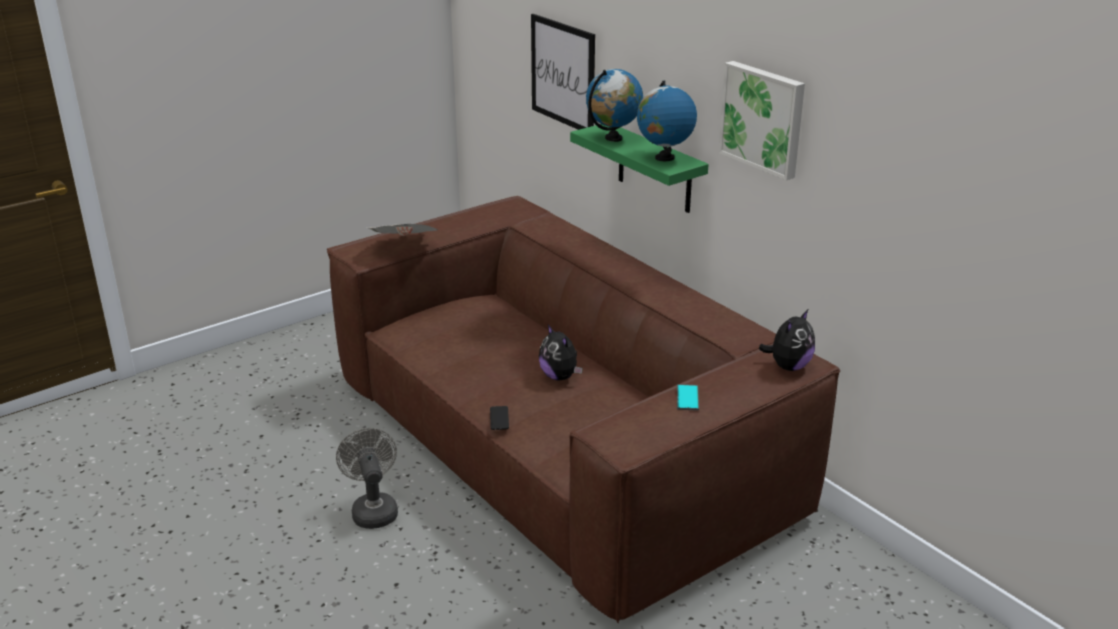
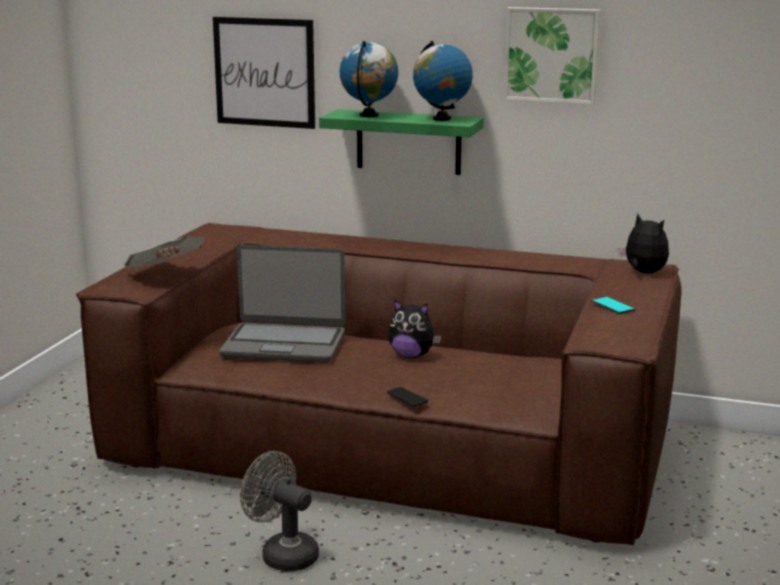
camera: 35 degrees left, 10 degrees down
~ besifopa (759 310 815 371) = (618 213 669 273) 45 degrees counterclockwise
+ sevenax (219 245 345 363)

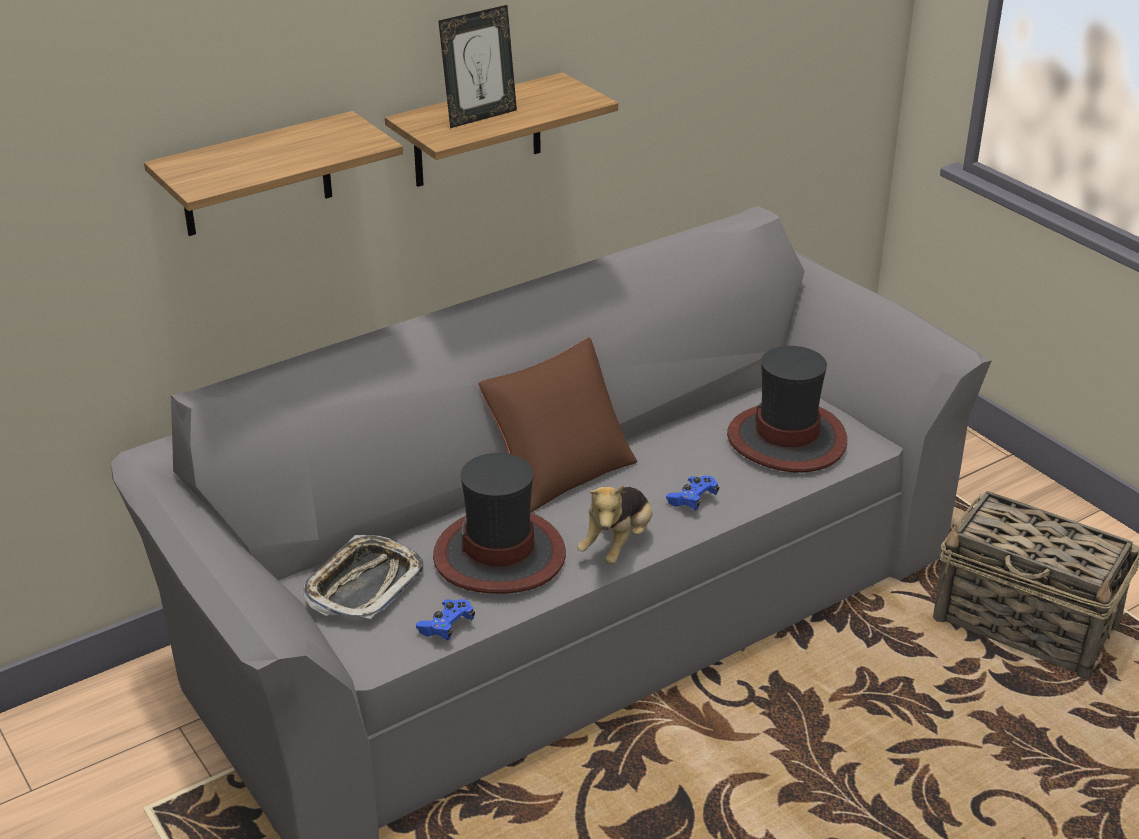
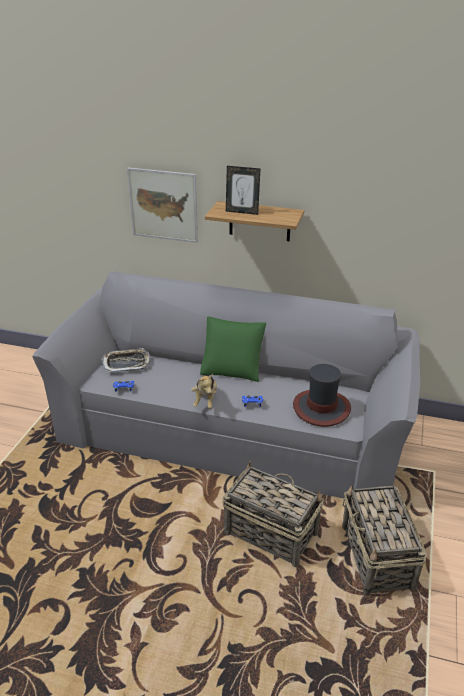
camera: 50 degrees right, 0 degrees up
~ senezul (144 111 403 236) to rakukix (127 168 198 243)
~ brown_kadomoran (478 337 637 512) to green_kadomoran (200 316 266 382)
- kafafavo (433 453 566 594)
~ besifopa (577 485 653 564) = (191 374 217 409) 75 degrees counterclockwise
+ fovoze (222 461 324 567)

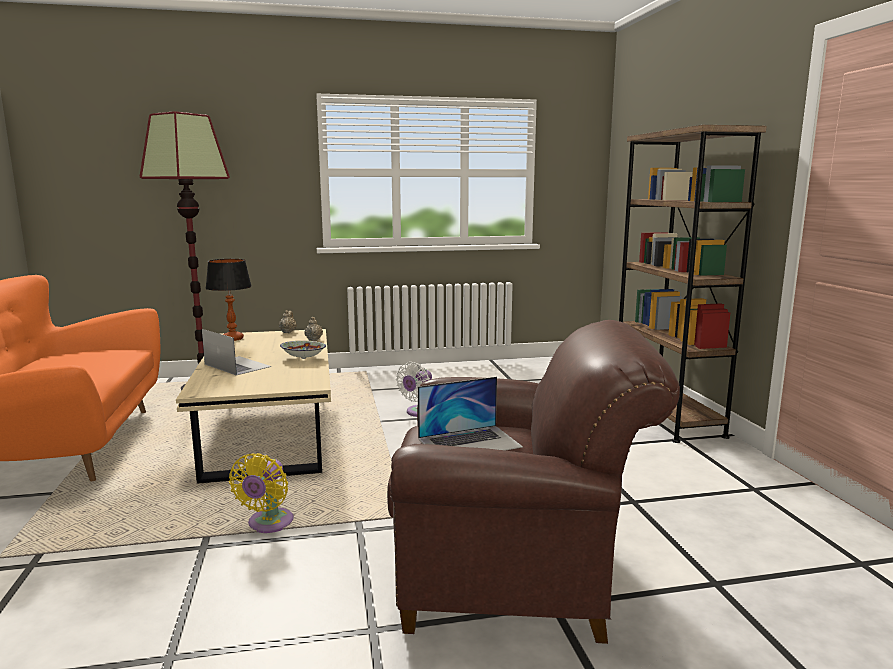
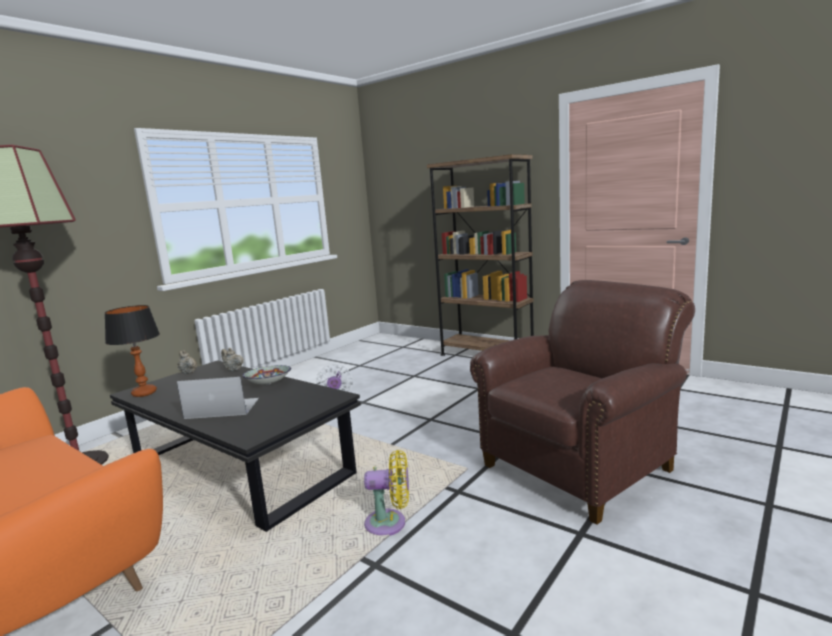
camera: 40 degrees left, 0 degrees up
~ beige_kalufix (176 329 331 484) to black_kalufix (110 360 361 532)
- sevenax (418 377 523 450)
~ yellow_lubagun (229 453 294 533) = (364 450 409 536) 60 degrees counterclockwise

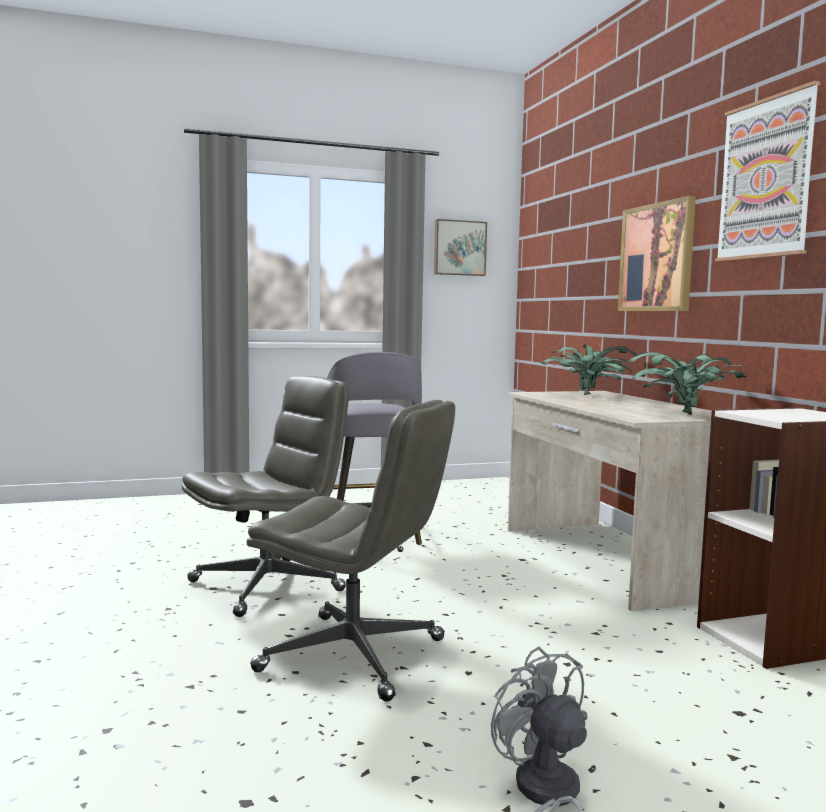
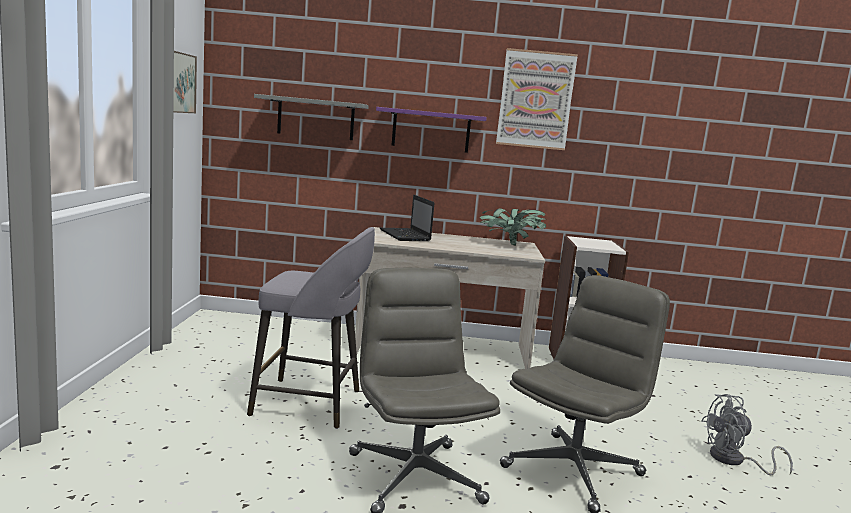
camera: 70 degrees left, 5 degrees up
~ rakukix (618 196 696 311) to purple_senezul (376 107 487 153)
~ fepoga (541 344 637 395) to sevenax (380 195 434 241)
+ grey_senezul (254 94 369 140)

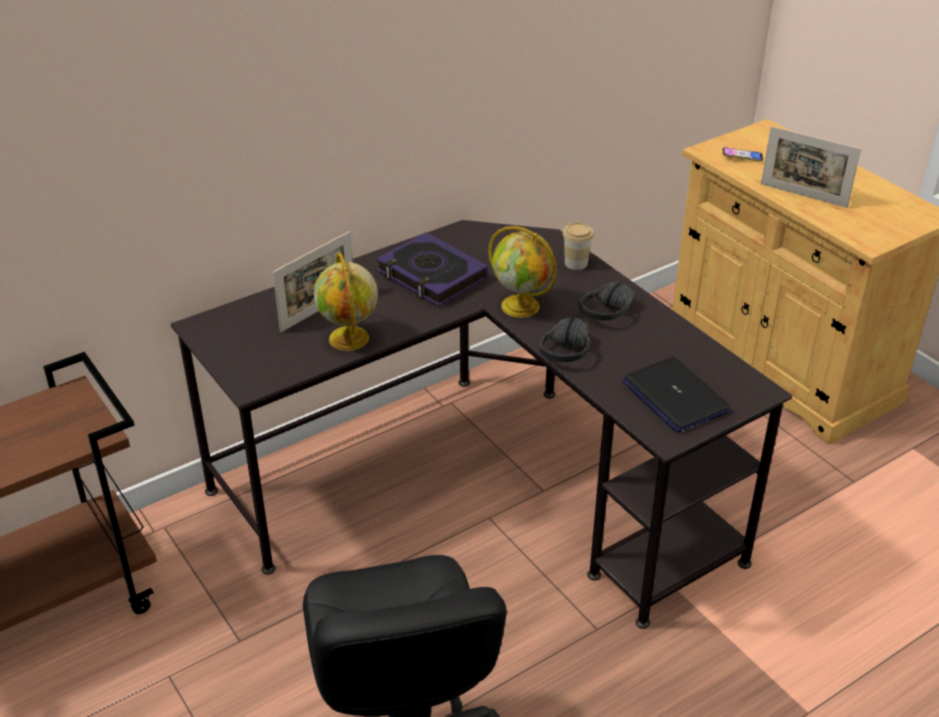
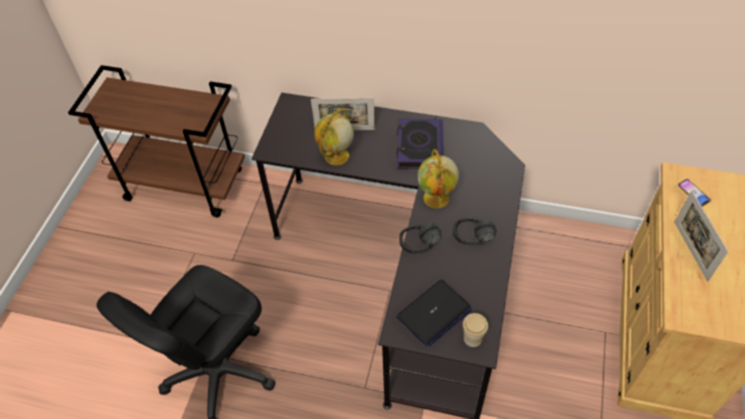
camera: 50 degrees right, 15 degrees up
~ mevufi (563 222 594 270) to (463 313 488 347)
~ sevenax (622 357 731 433) = (396 279 472 347) 150 degrees counterclockwise

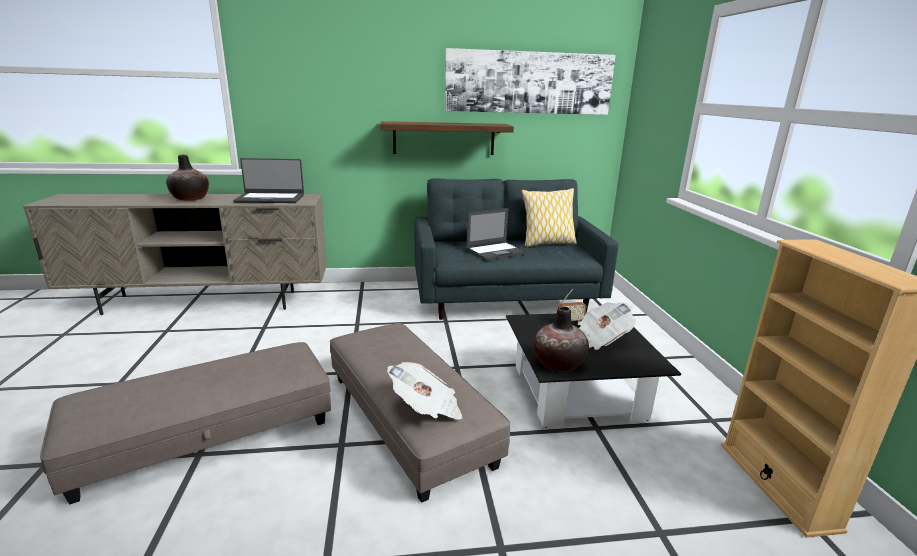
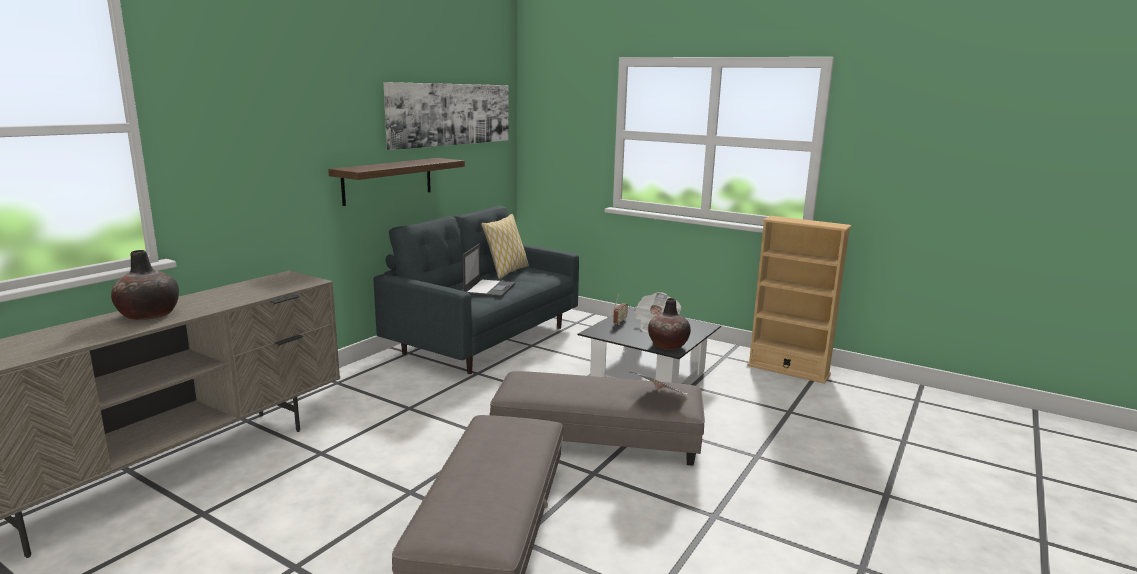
camera: 50 degrees left, 5 degrees down
- sevenax (233 158 304 203)

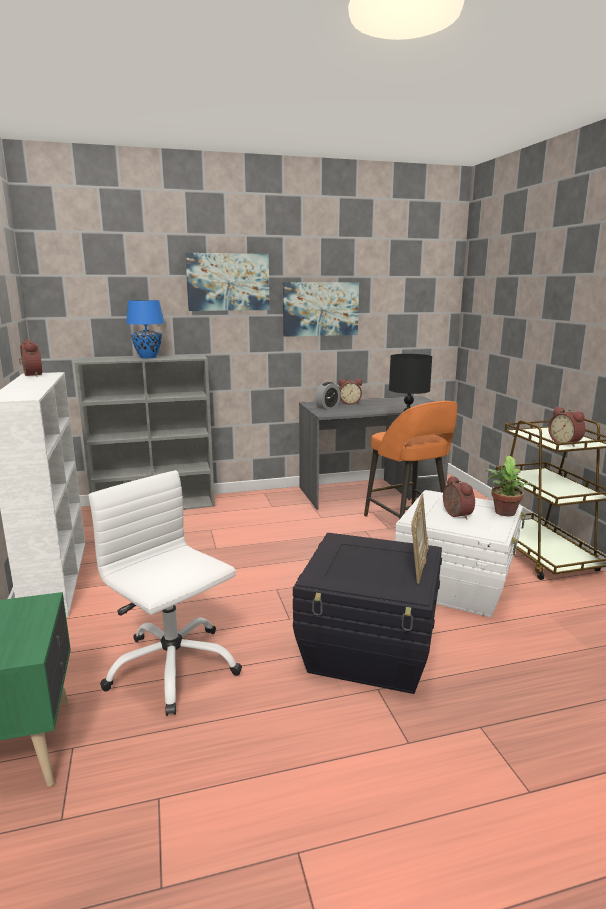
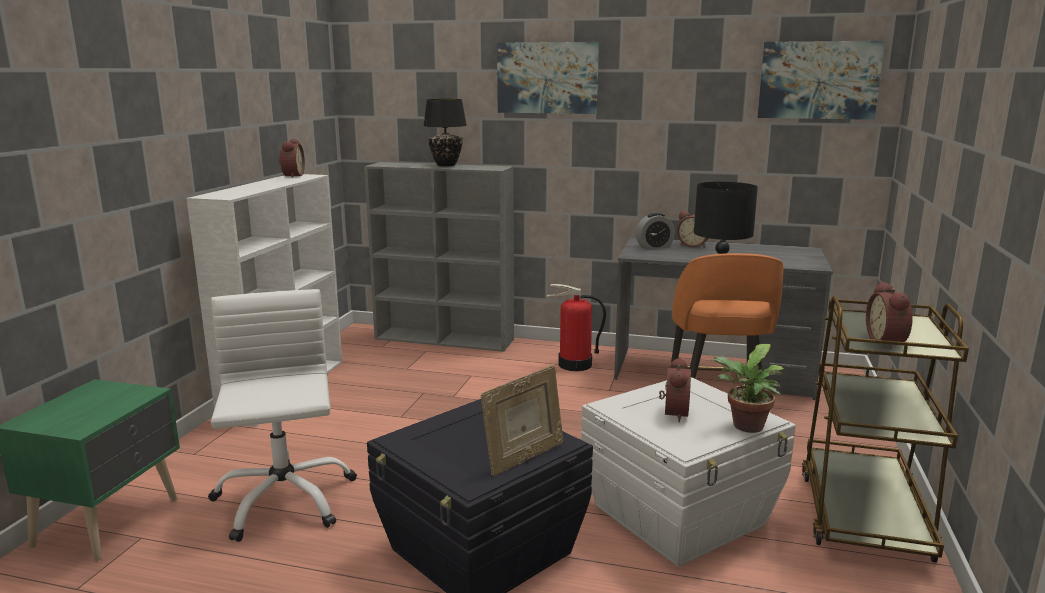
camera: 30 degrees right, 0 degrees up
~ rakukix (283 282 359 337) to (757 41 885 120)
~ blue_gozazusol (126 300 164 358) to black_gozazusol (423 99 467 166)
+ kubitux (546 284 606 371)

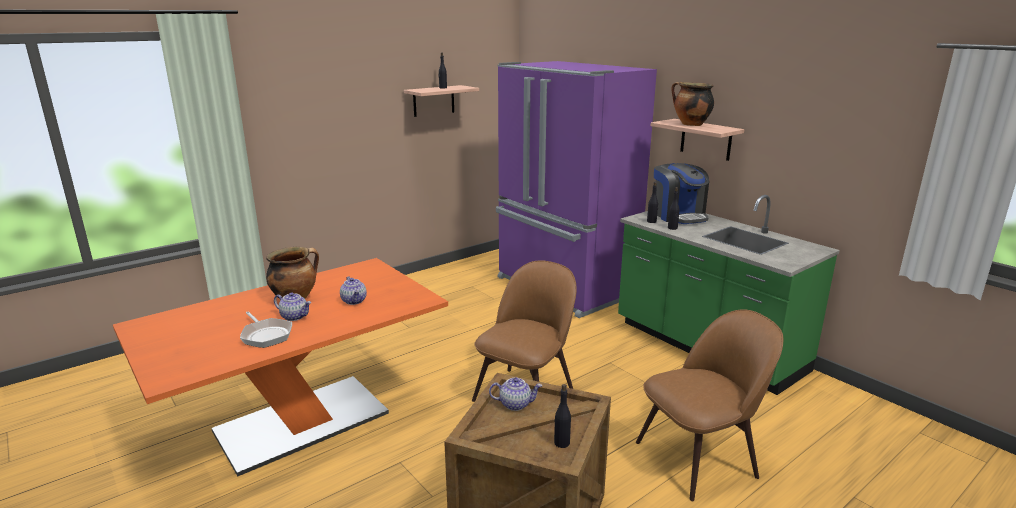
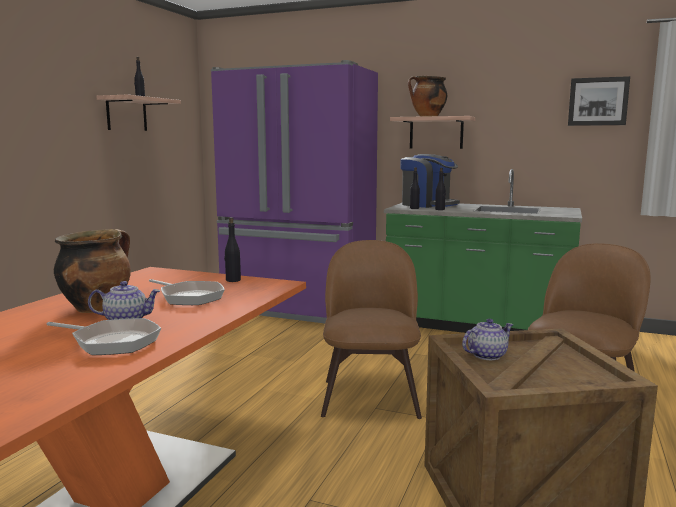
camera: 30 degrees left, 10 degrees down
~ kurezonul (340 276 367 305) to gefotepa (149 279 225 305)
~ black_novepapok (554 384 571 448) to (224 217 241 282)
+ rakukix (568 76 630 126)

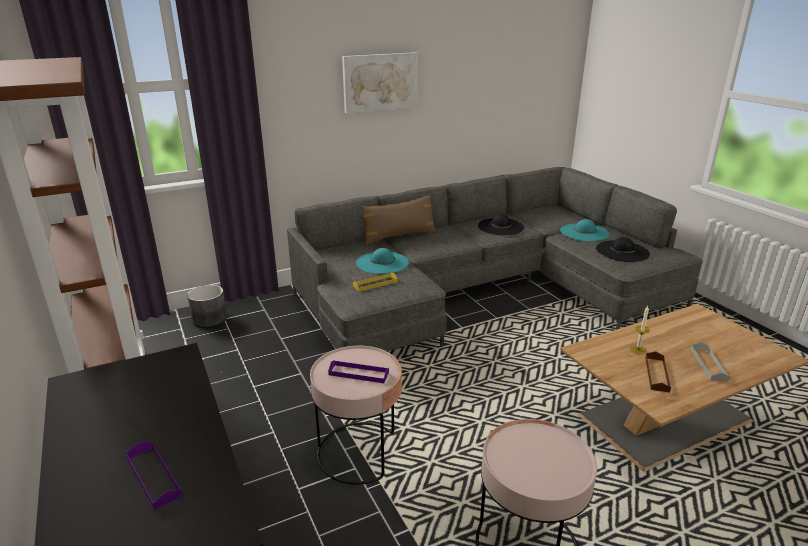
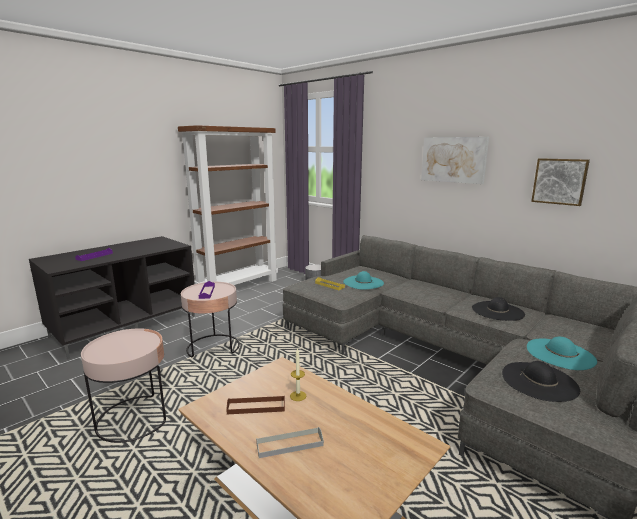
camera: 70 degrees right, 10 degrees down
- brown_kadomoran (360 195 437 245)
+ rakukix (531 158 590 206)

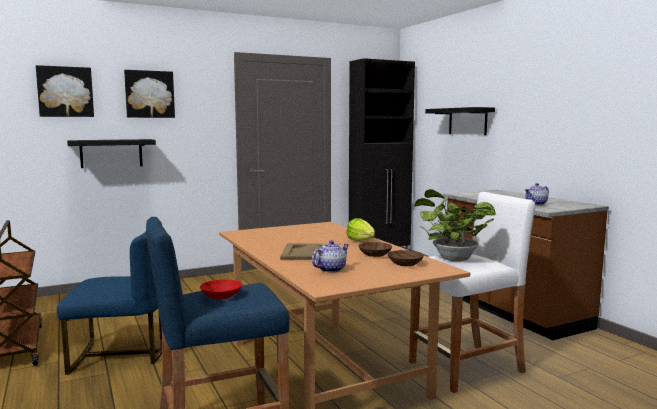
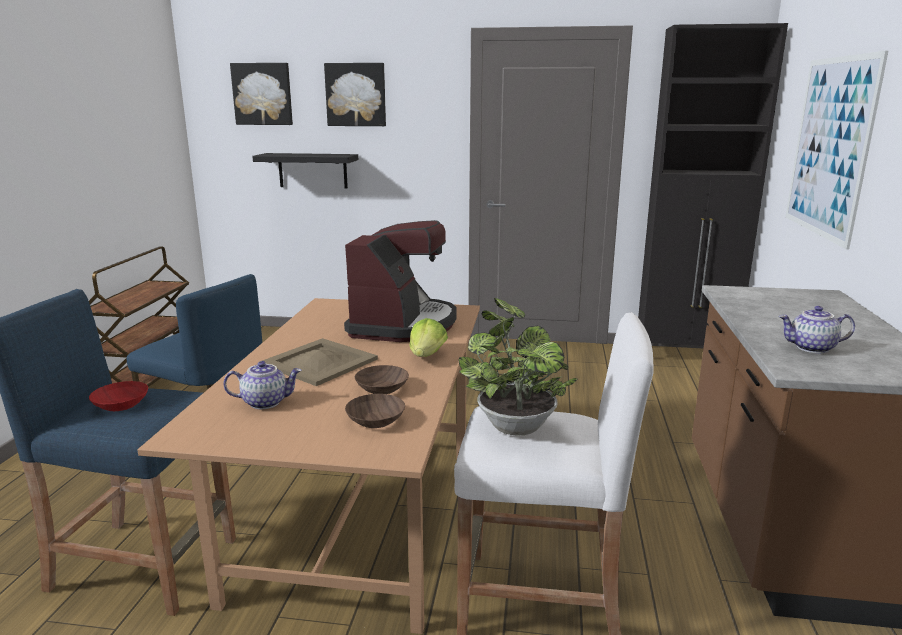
camera: 35 degrees right, 10 degrees up
~ black_senezul (425 107 495 135) to rakukix (785 51 888 250)
+ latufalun (344 220 457 342)

